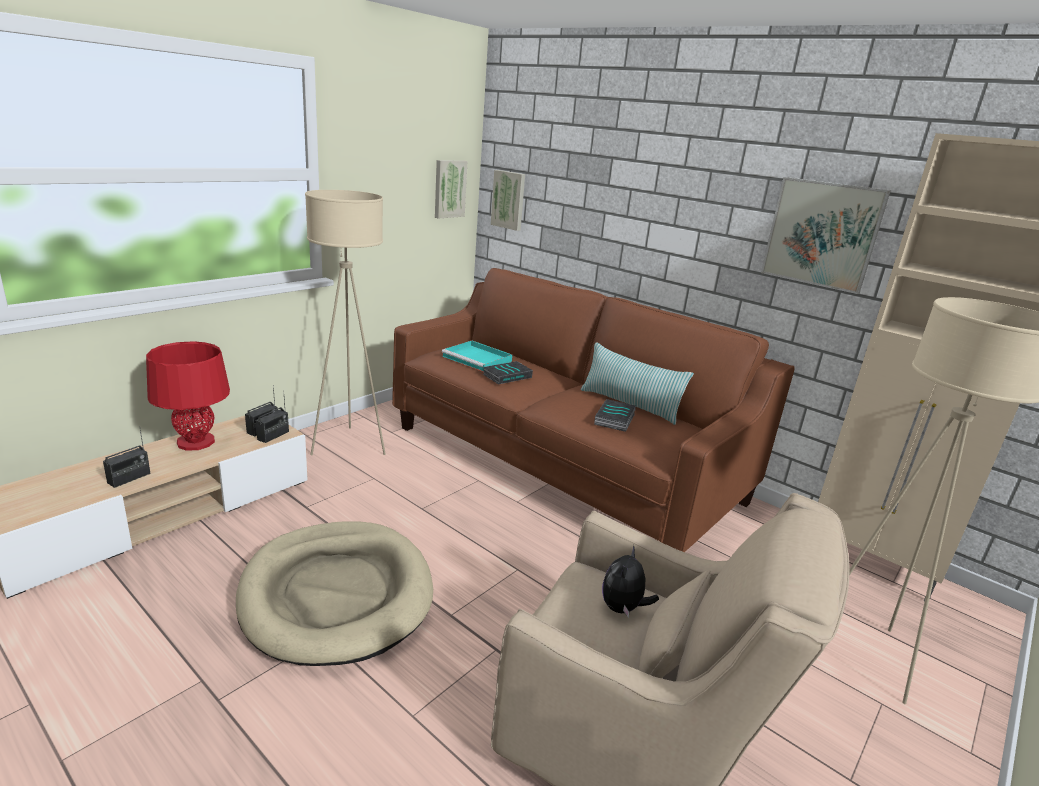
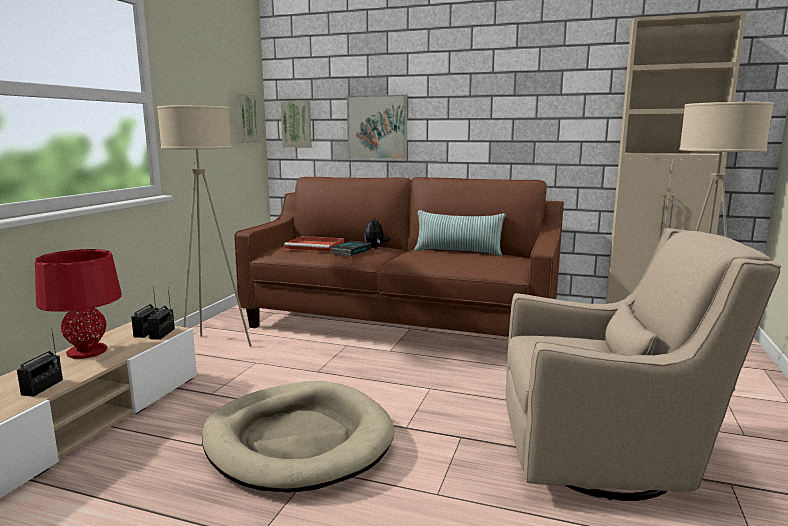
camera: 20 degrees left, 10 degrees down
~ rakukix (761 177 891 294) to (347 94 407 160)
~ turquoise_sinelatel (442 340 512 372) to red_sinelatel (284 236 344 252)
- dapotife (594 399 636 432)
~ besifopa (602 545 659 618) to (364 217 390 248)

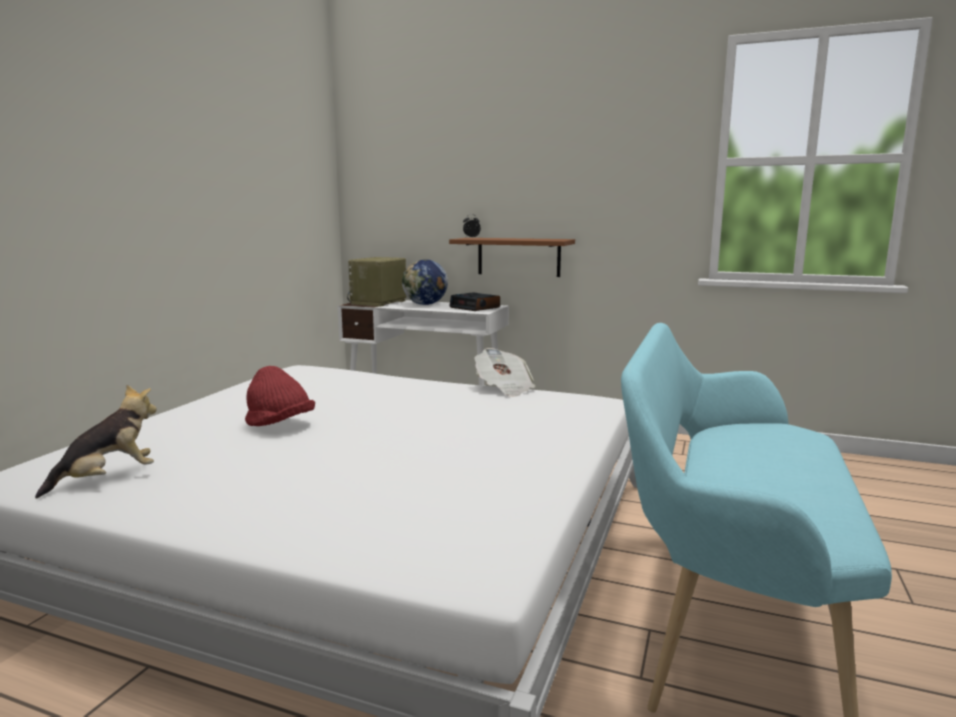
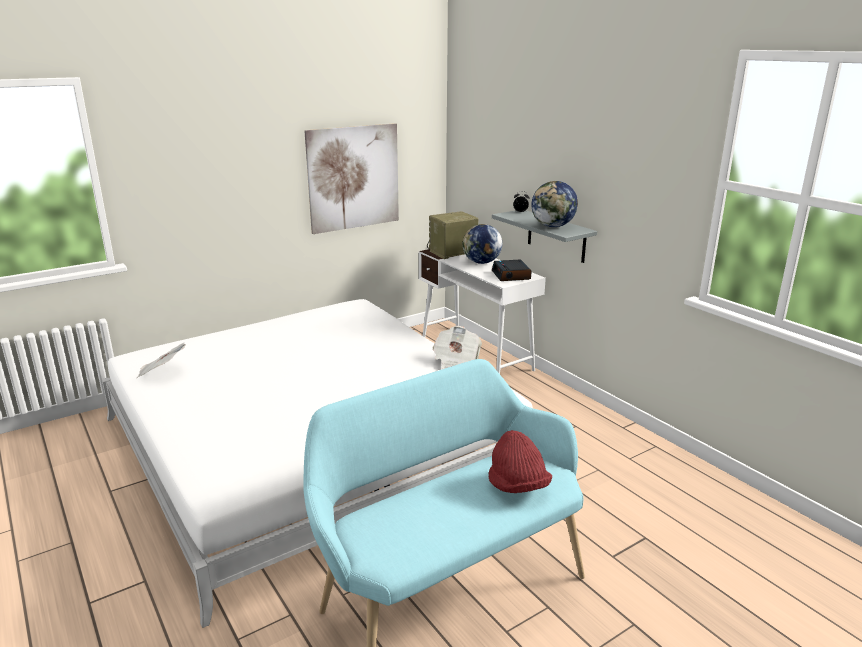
camera: 35 degrees right, 10 degrees up
~ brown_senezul (449 238 575 277) to grey_senezul (492 210 597 263)
~ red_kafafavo (245 366 315 426) to (489 430 552 493)
~ besifopa (35 385 157 499) to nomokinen (137 343 186 378)
+ rakukix (304 123 399 234)
+ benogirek (531 181 578 227)

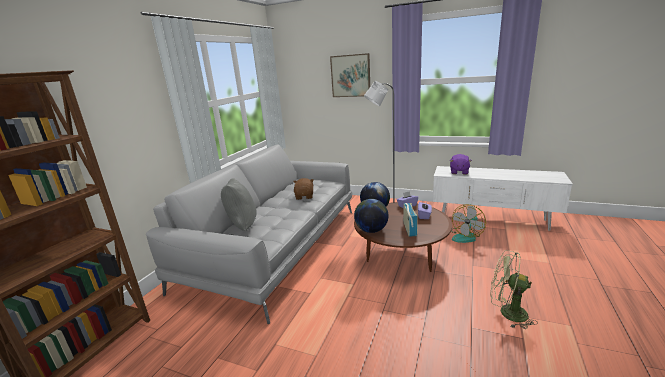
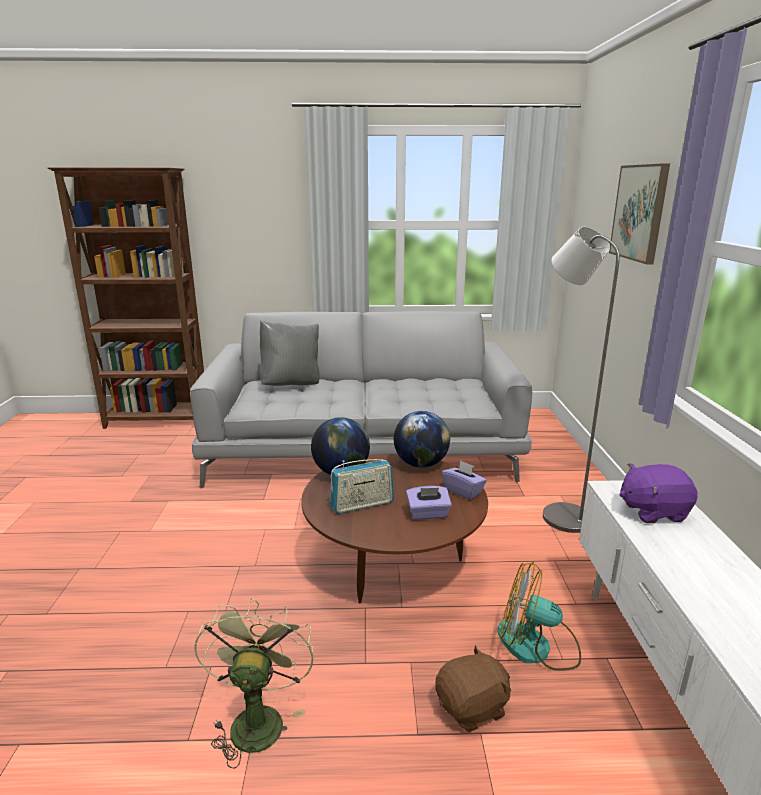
camera: 65 degrees right, 0 degrees up
~ brown_besifopa (293 178 314 200) to (436 645 511 732)

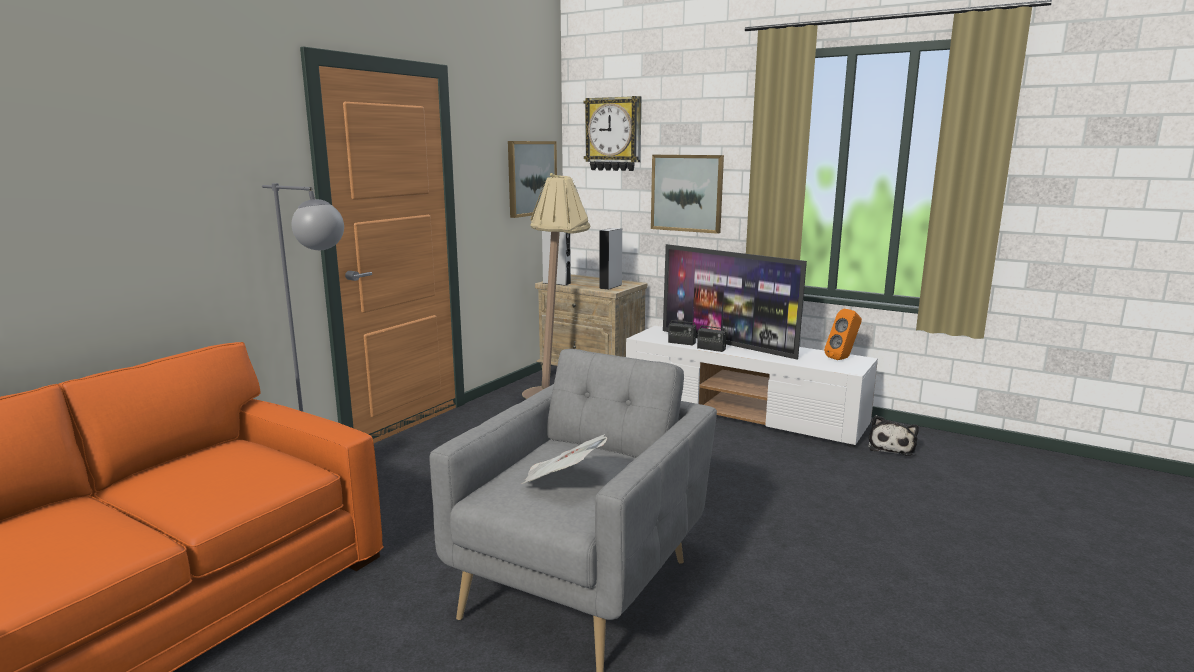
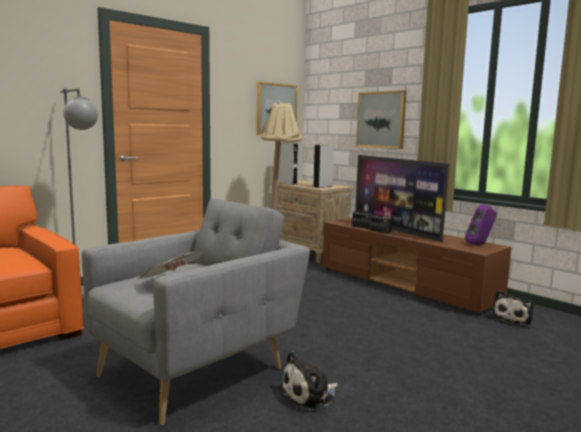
camera: 15 degrees right, 5 degrees down
- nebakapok (584 96 641 171)
~ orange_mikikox (824 309 862 360) to purple_mikikox (465 204 497 245)
~ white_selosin (626 326 878 447) to brown_selosin (323 218 511 315)
+ besifopa (279 351 338 411)

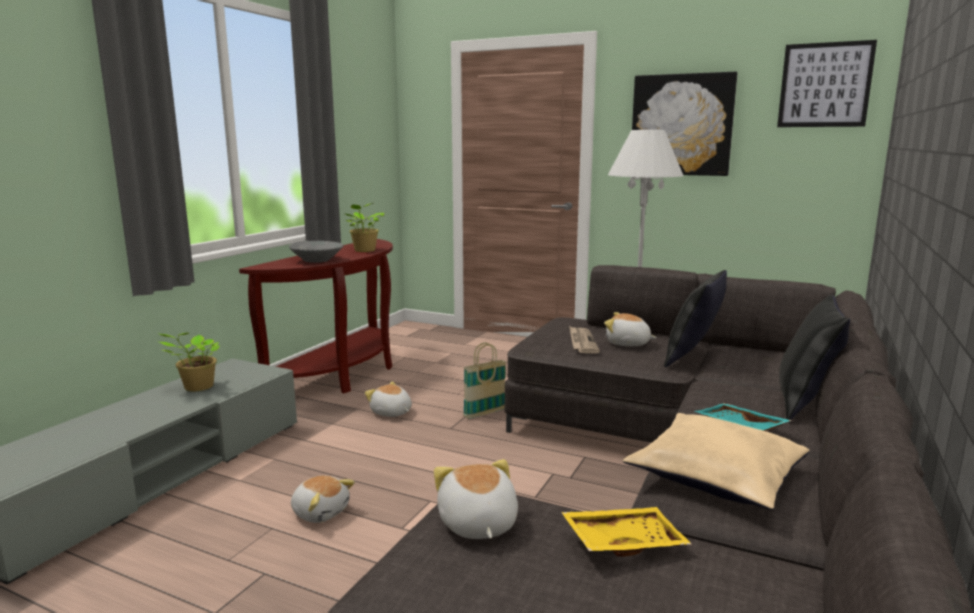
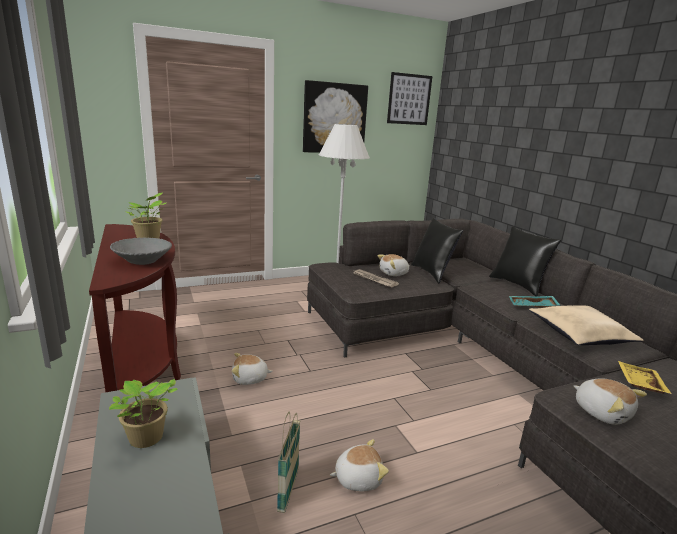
camera: 50 degrees left, 5 degrees up
~ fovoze (463 343 506 419) to (277 412 300 513)
~ besifopa (434 459 518 539) = (574 378 647 425) 150 degrees counterclockwise

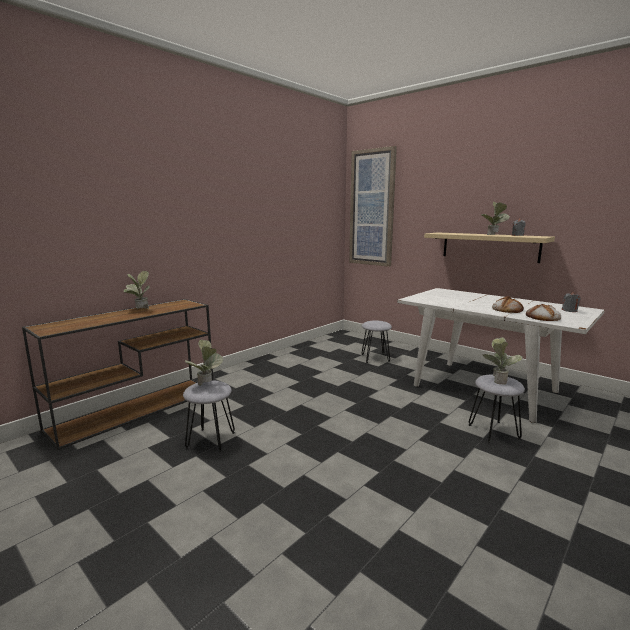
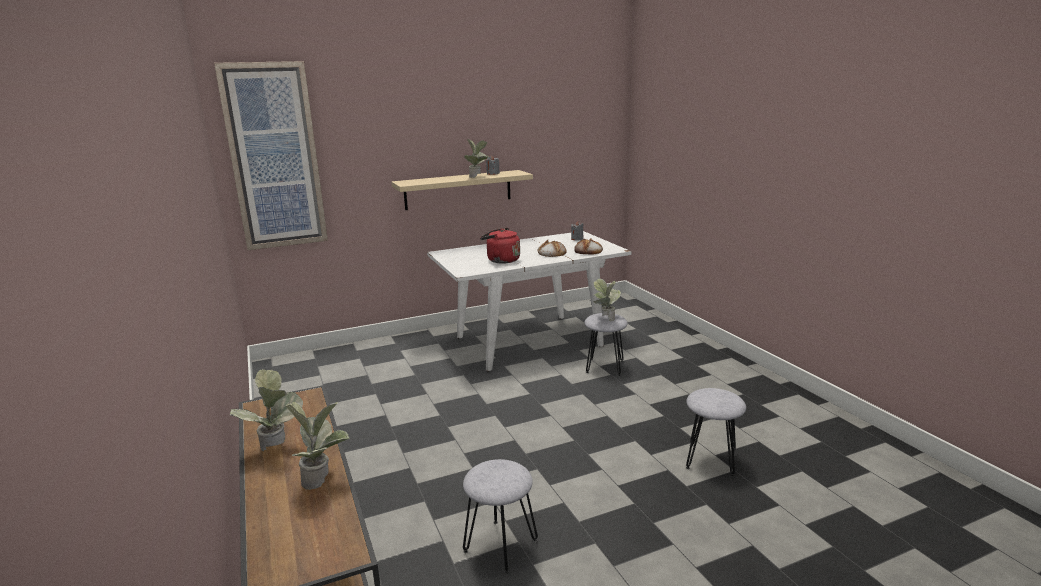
camera: 65 degrees left, 5 degrees up
~ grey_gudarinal (362 321 392 363) to (686 388 746 477)
~ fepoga (185 340 223 386) to (285 402 349 490)
+ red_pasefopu (480 228 520 264)

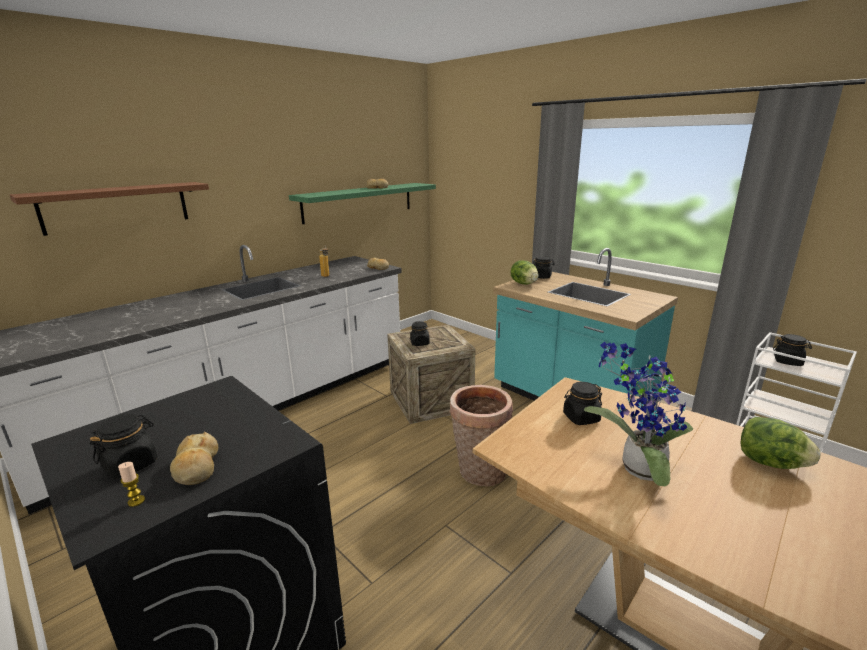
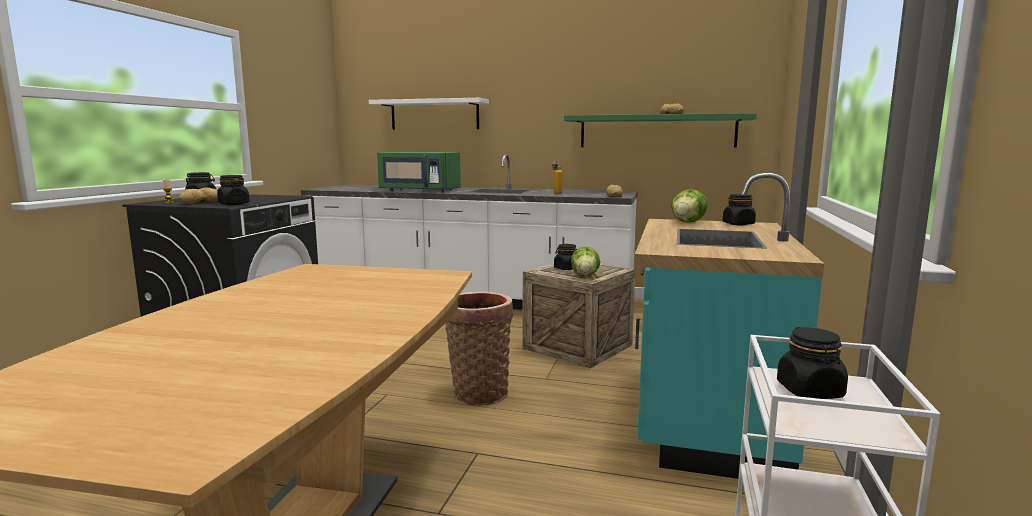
camera: 60 degrees right, 10 degrees down
~ brown_senezul (10 182 209 236) to white_senezul (369 98 489 130)
- fepoga (584 342 693 486)
~ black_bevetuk (563 382 602 425) to (217 175 250 205)
~ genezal (740 417 820 469) to (571 247 600 276)
+ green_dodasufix (377 152 461 192)

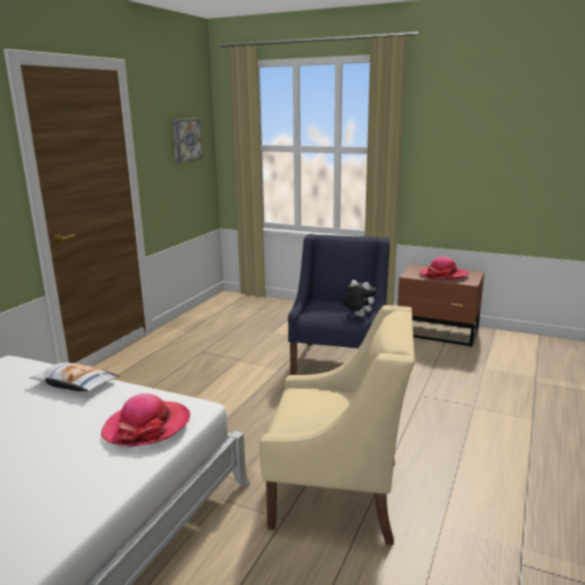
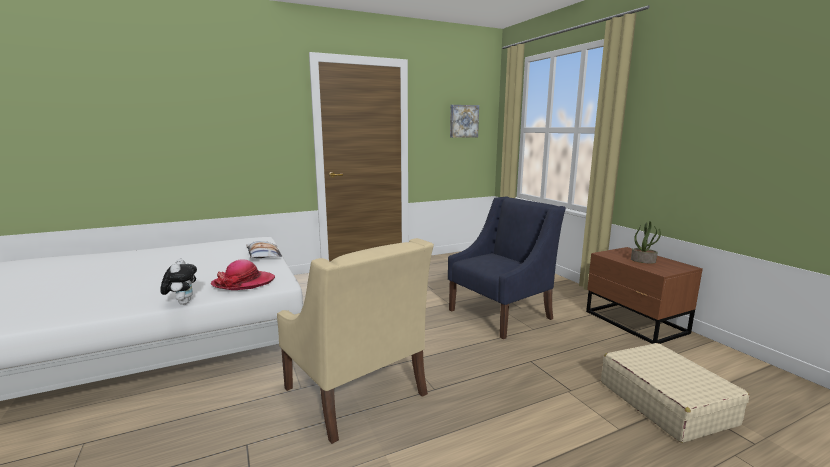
camera: 40 degrees right, 5 degrees down
~ kafafavo (419 257 469 280) to fepoga (631 221 661 264)
~ besifopa (342 280 376 317) to (160 259 197 305)
+ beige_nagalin (601 343 749 443)

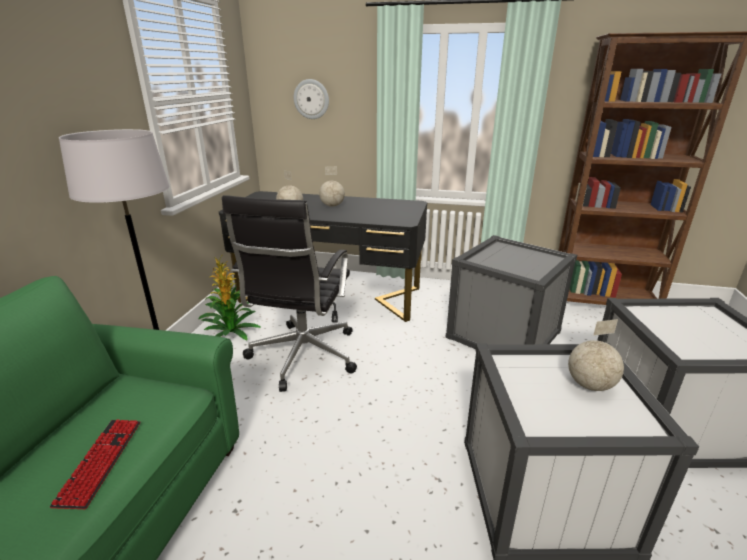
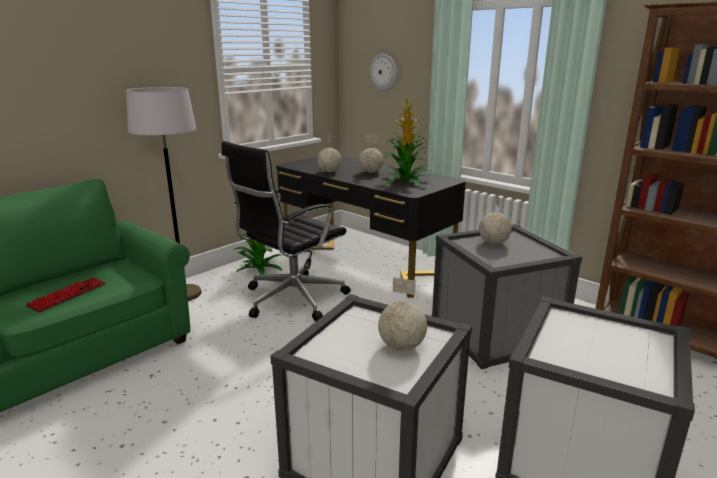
camera: 30 degrees right, 5 degrees down
+ fepoga (382 98 433 185)
+ benogirek (479 195 512 244)

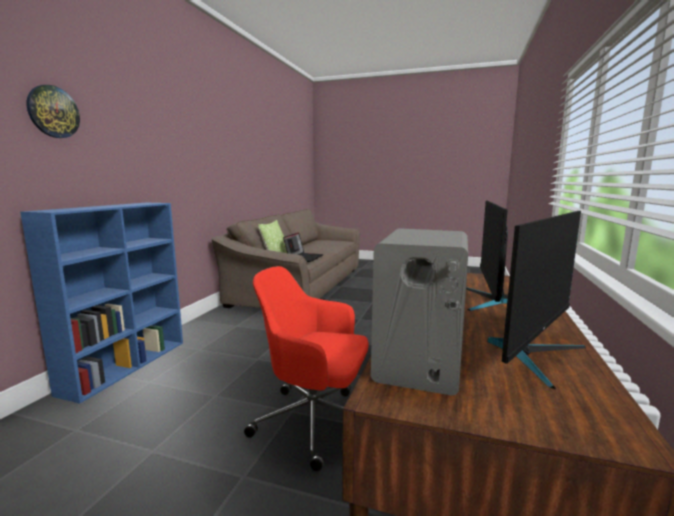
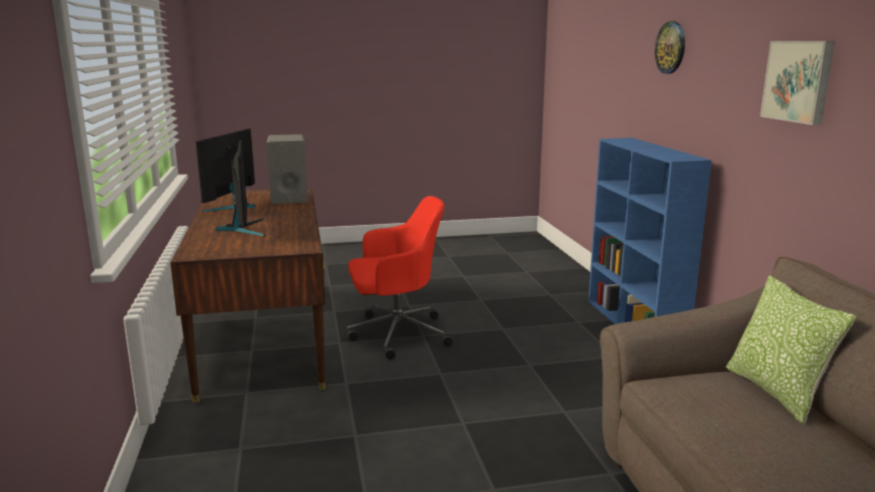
camera: 150 degrees right, 5 degrees up
- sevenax (283 232 324 262)
+ rakukix (760 41 835 125)

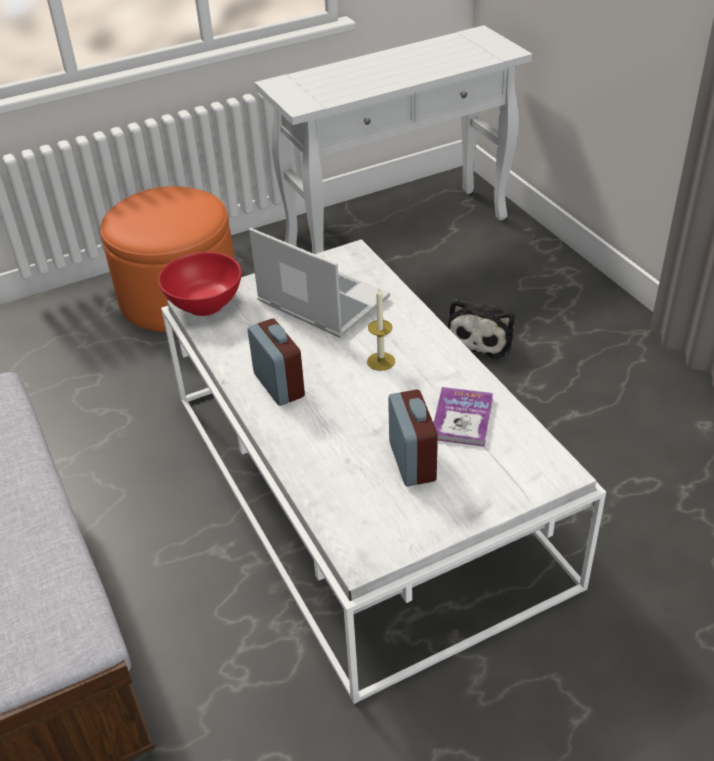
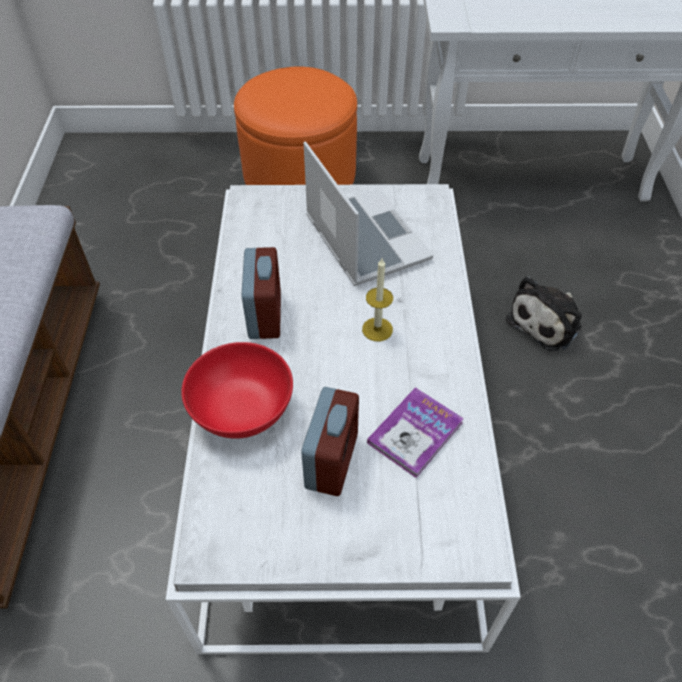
camera: 25 degrees right, 10 degrees up
~ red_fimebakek (158 252 242 316) to (181 342 293 439)

